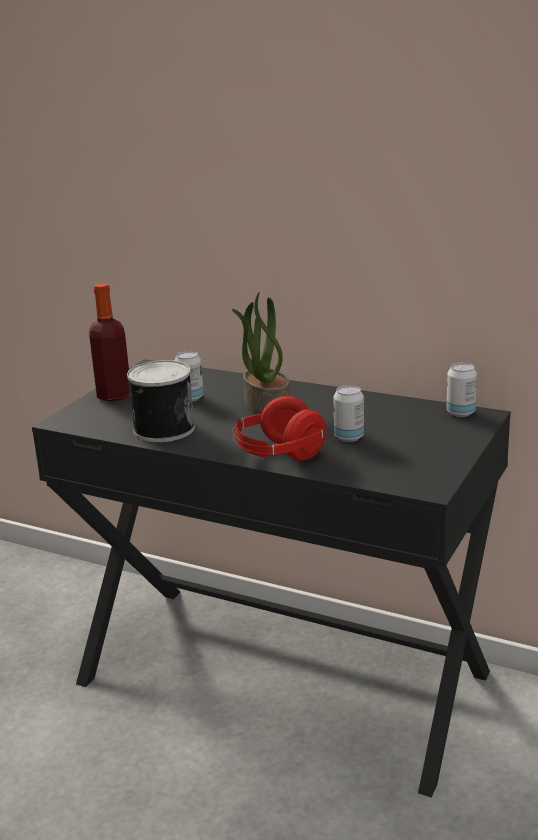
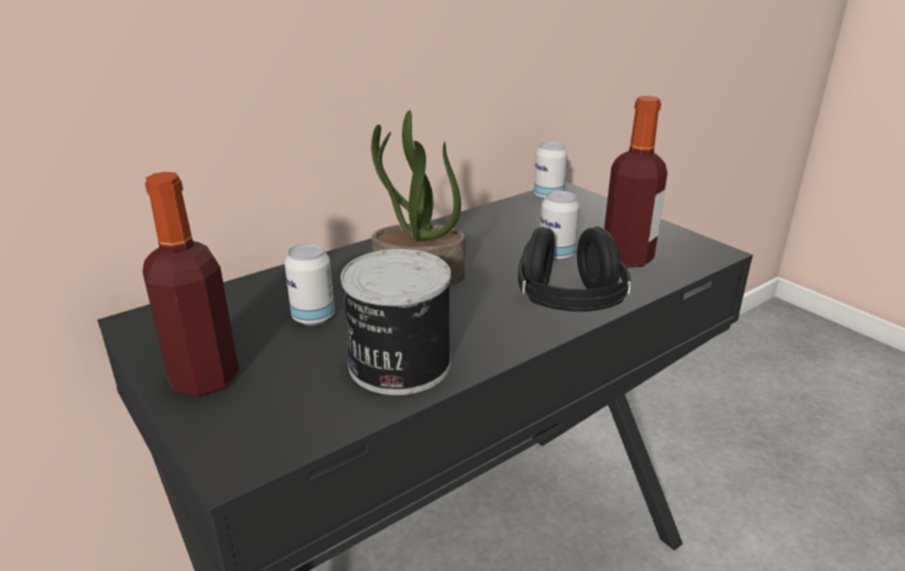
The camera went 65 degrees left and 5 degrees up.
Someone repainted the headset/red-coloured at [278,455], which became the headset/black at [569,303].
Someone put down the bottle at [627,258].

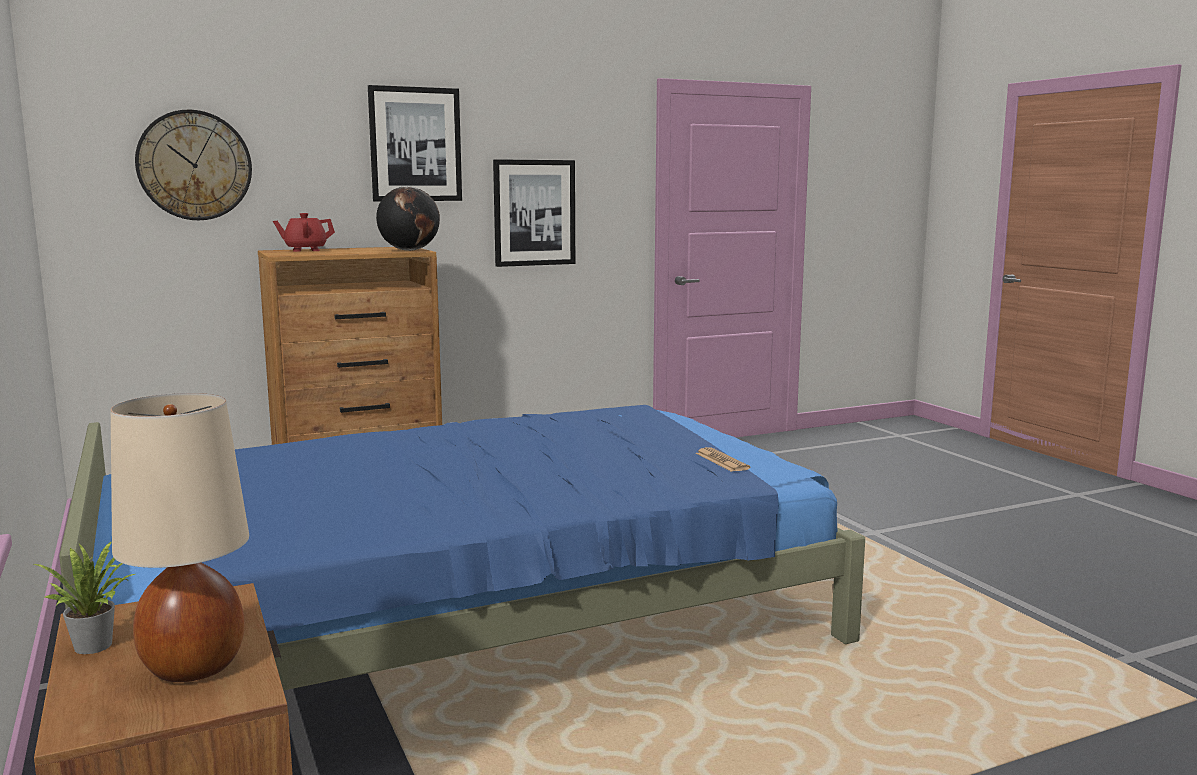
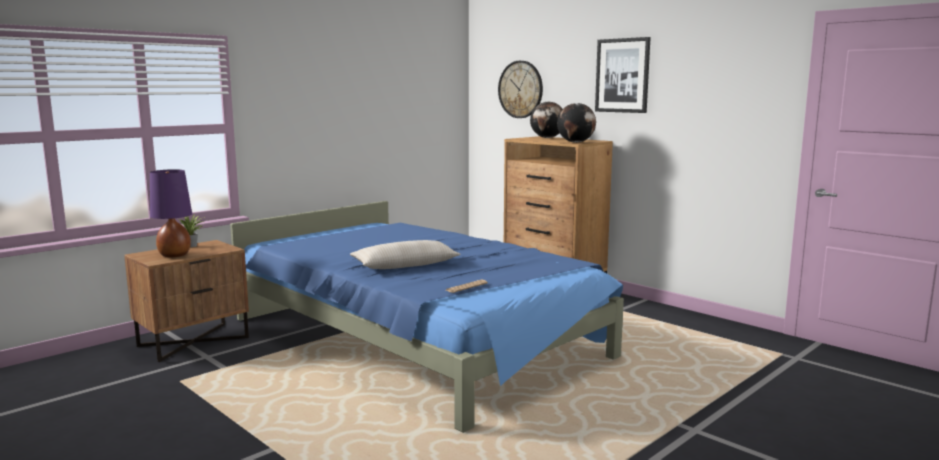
The camera went 70 degrees right and 0 degrees up.
Someone repainted the table lamp/beige-coloured at [194,668], which became the table lamp/purplish at [174,255].
Someone put down the throw pillow/beige-coloured at [405,265].
Someone swapped the teapot/red-coloured at [305,250] for the desk globe at [547,138].
Someone took away the wall art at [534,213].

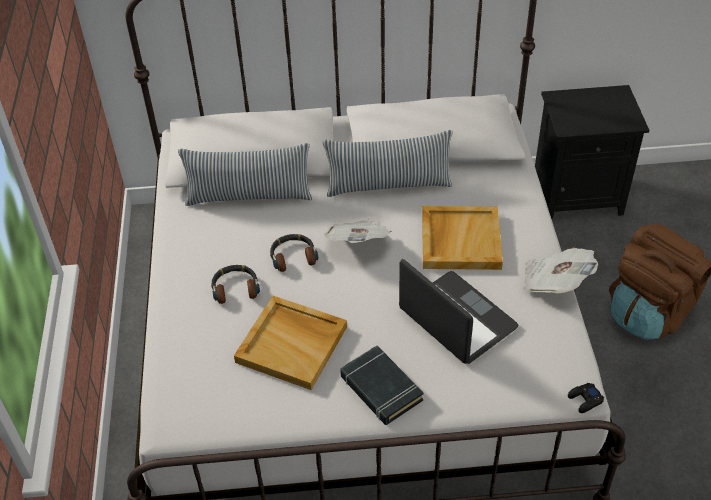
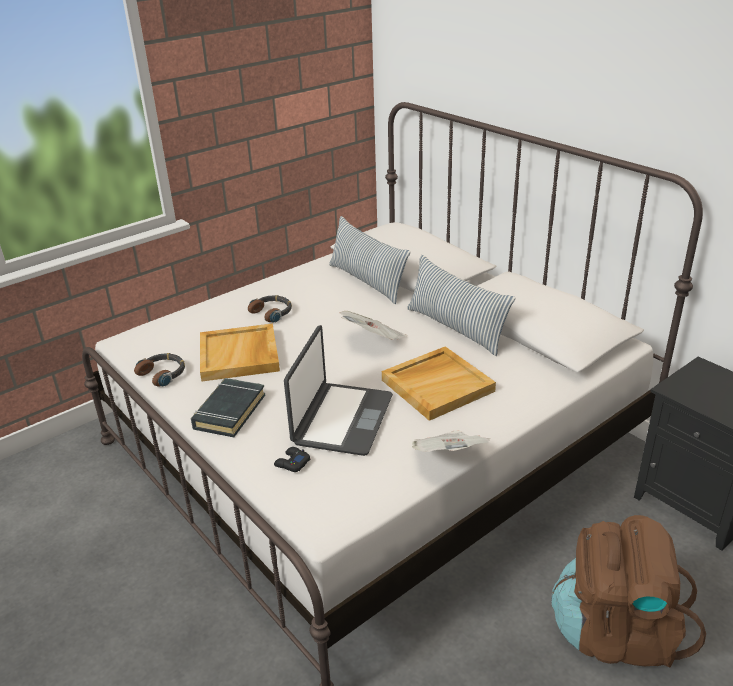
The camera went 55 degrees right and 15 degrees down.
Someone carried the headset from [293,256] to [163,373].
Someone carried the joypad/black from [585,400] to [292,463].

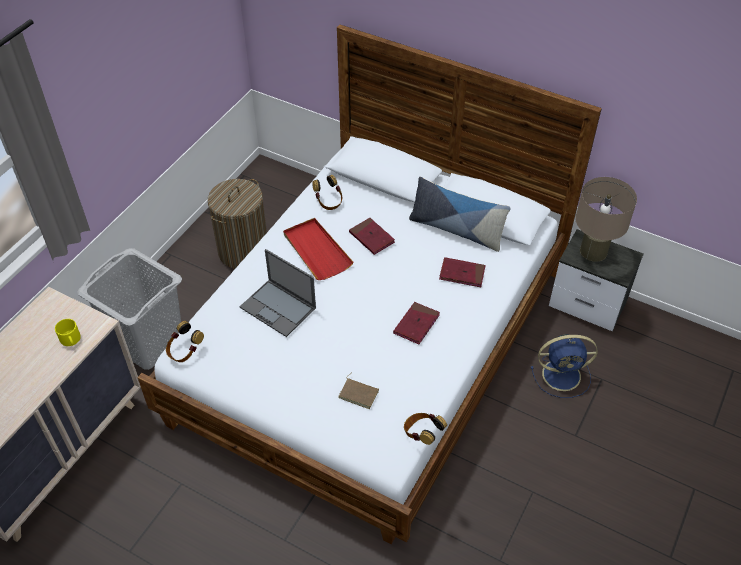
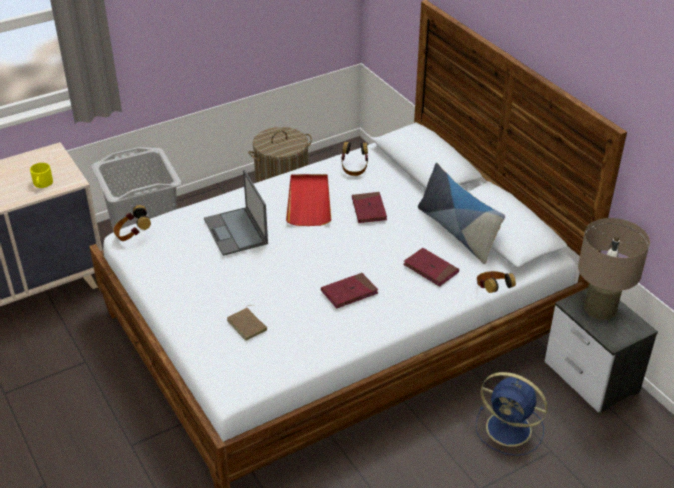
The camera went 30 degrees right and 10 degrees down.
Someone carried the headset from [422,434] to [492,290].

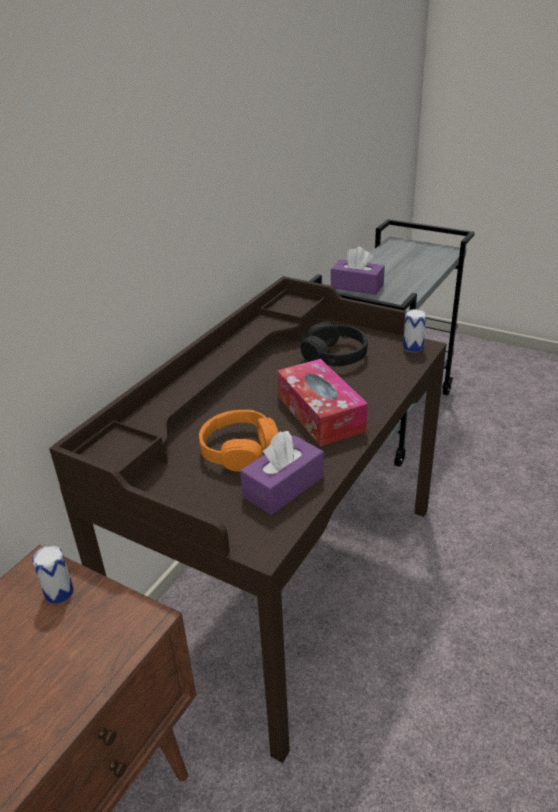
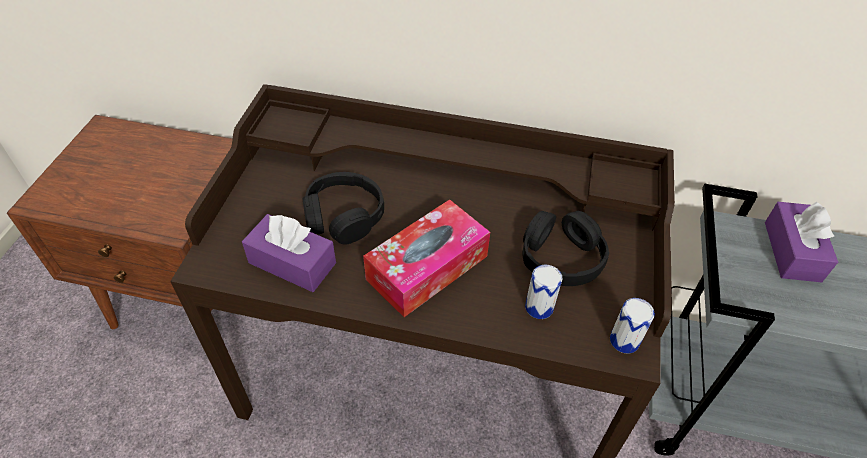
The camera went 70 degrees right and 15 degrees up.
Someone repainted the headset/orange at [240,450], which became the headset/black at [343,216].
Someone carried the sealed can from [59,593] to [539,307].

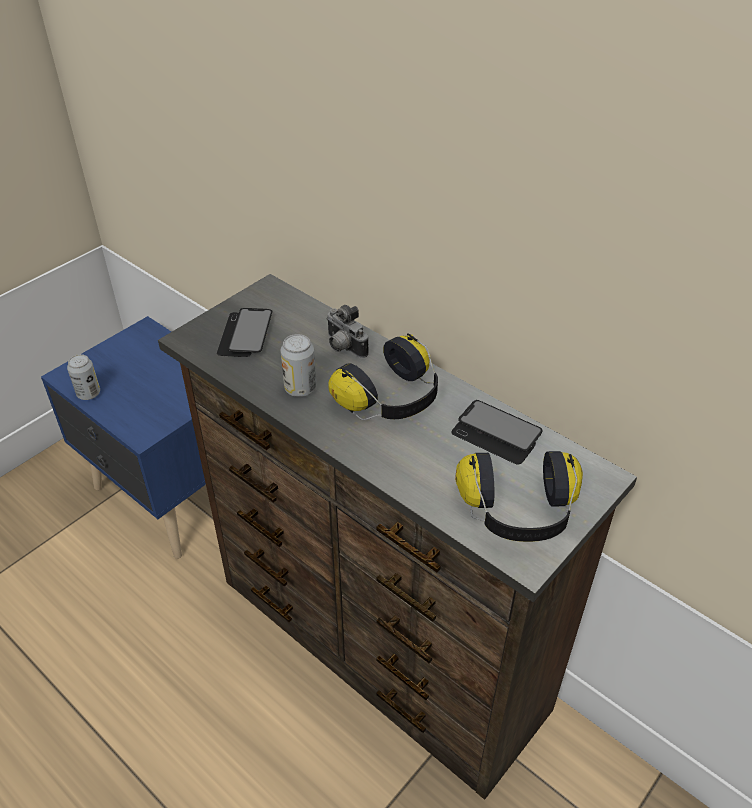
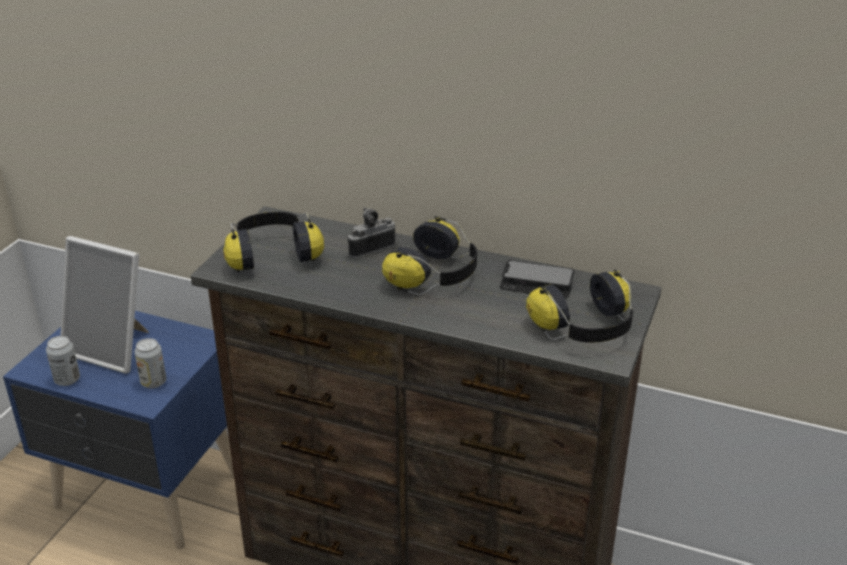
The camera went 20 degrees left and 10 degrees down.
Someone put down the photo frame at [112,348].
Someone carried the sealed can from [300,388] to [153,382].
Someone swapped the handset at [245,334] for the headset at [272,255].
Someone rotated the still camera at [343,347] by 120 degrees clockwise.

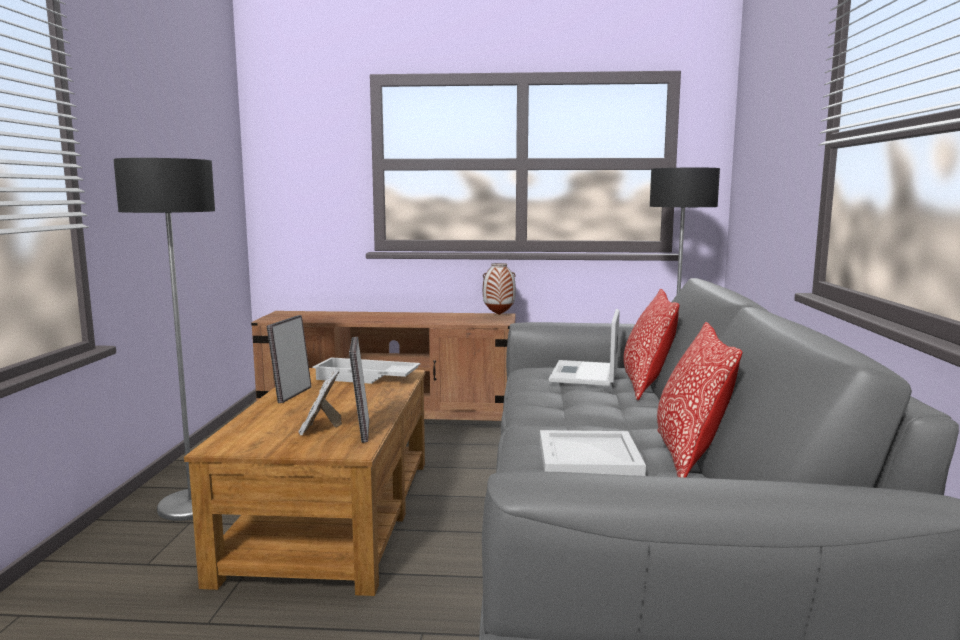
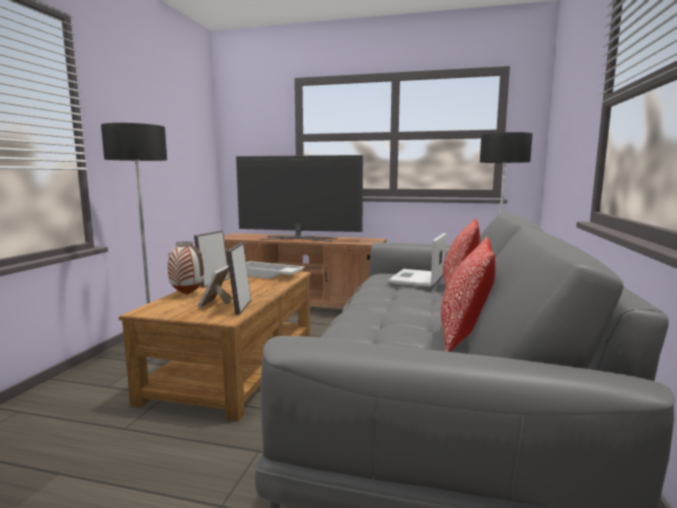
The camera went 10 degrees right and 0 degrees up.
Someone carried the flower vase from [498,314] to [187,294].
Someone put down the TV set at [299,239].
Someone took away the tray/white at [587,460].

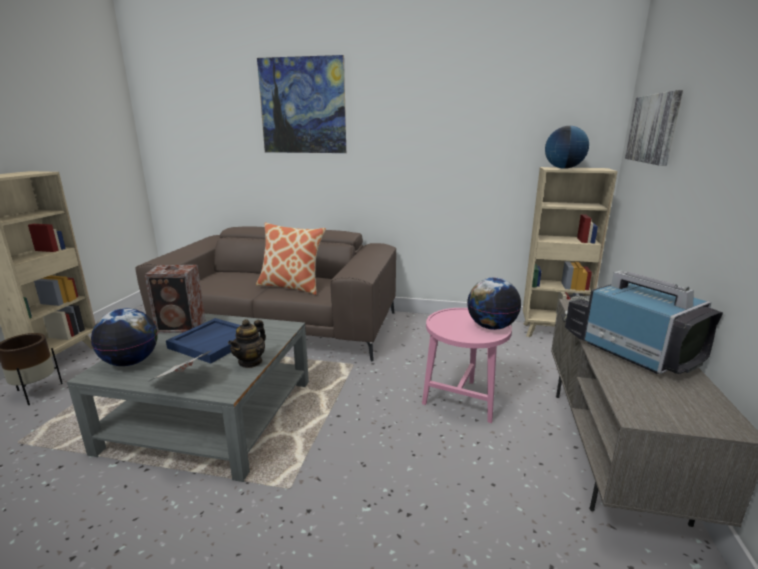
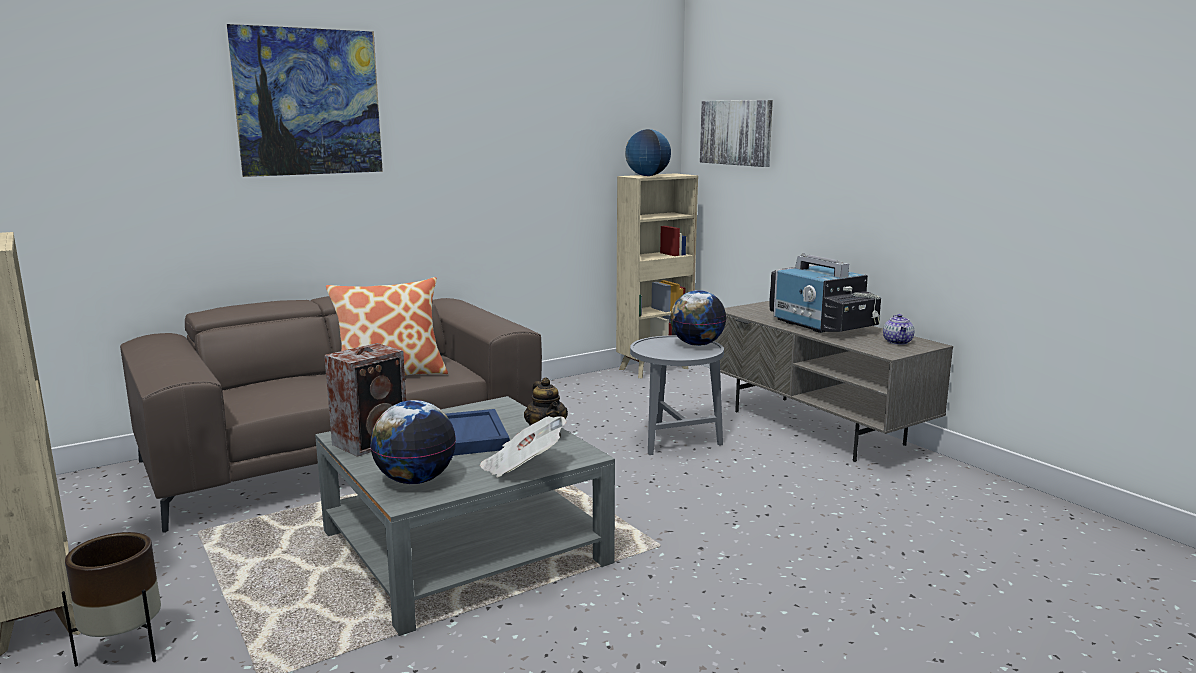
The camera went 45 degrees left and 5 degrees down.
Someone repainted the accent table/pink-coloured at [462,399], which became the accent table/gray at [674,439].
Someone rotated the TV set at [629,350] by 135 degrees counterclockwise.
Someone put down the teapot at [898,342].

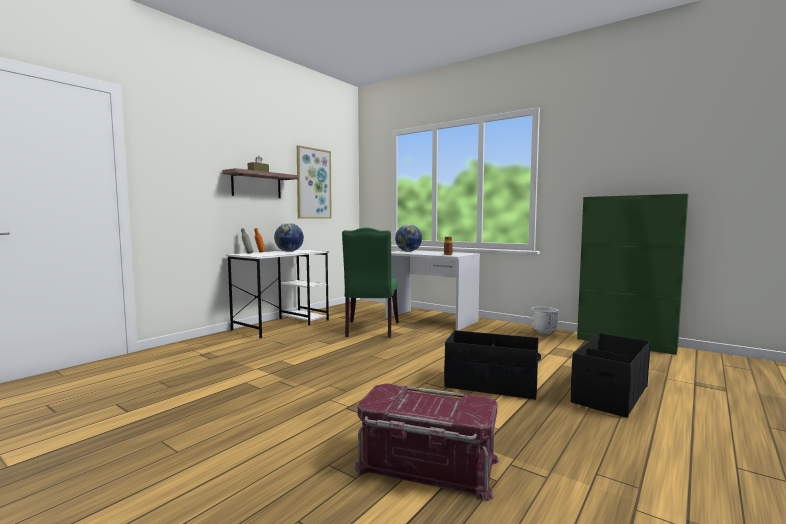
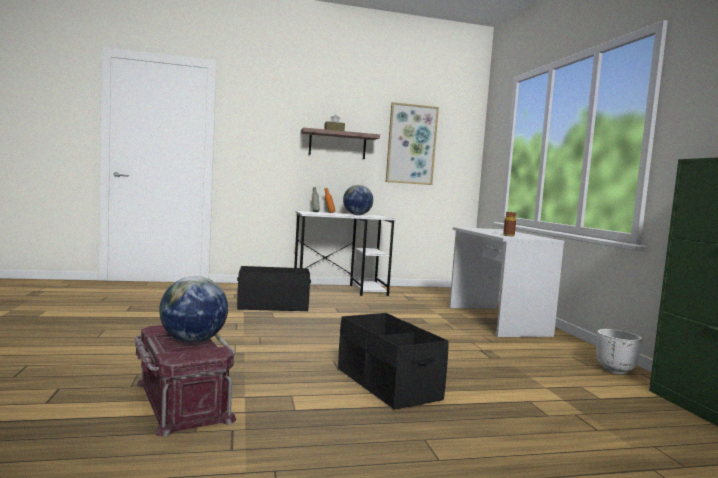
The camera went 40 degrees right and 0 degrees up.
Someone carried the desk globe from [408,251] to [193,341].
Someone carried the storage box/black from [609,394] to [273,306].
Someone took away the plain chair/greenish at [371,330].

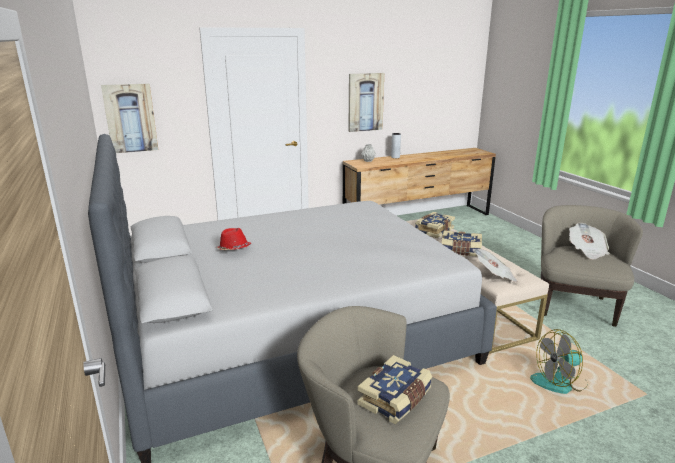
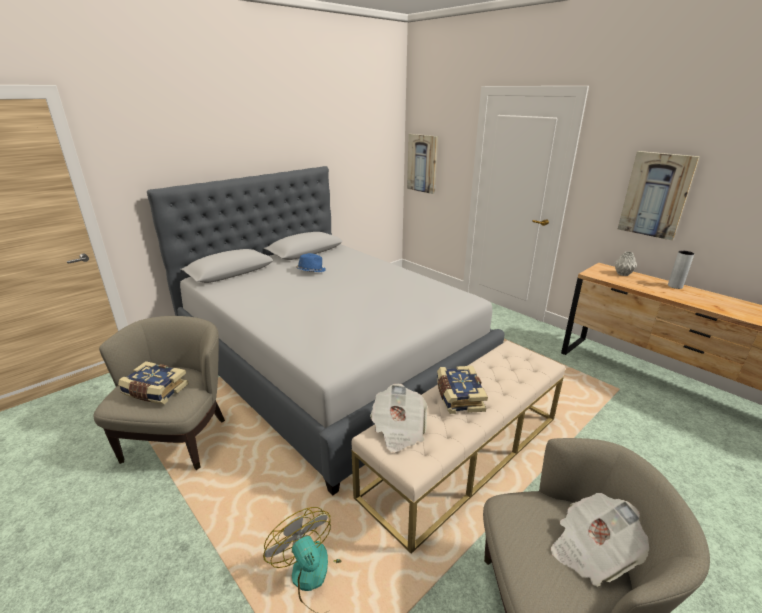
The camera went 70 degrees right and 5 degrees up.
Someone repainted the hat/red-coloured at [234,249], which became the hat/blue-coloured at [311,271].
Someone took away the volume at [433,230].

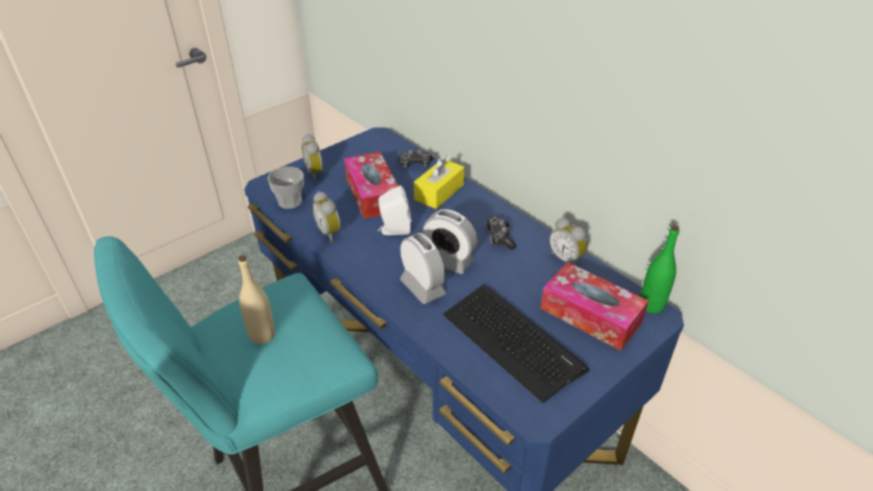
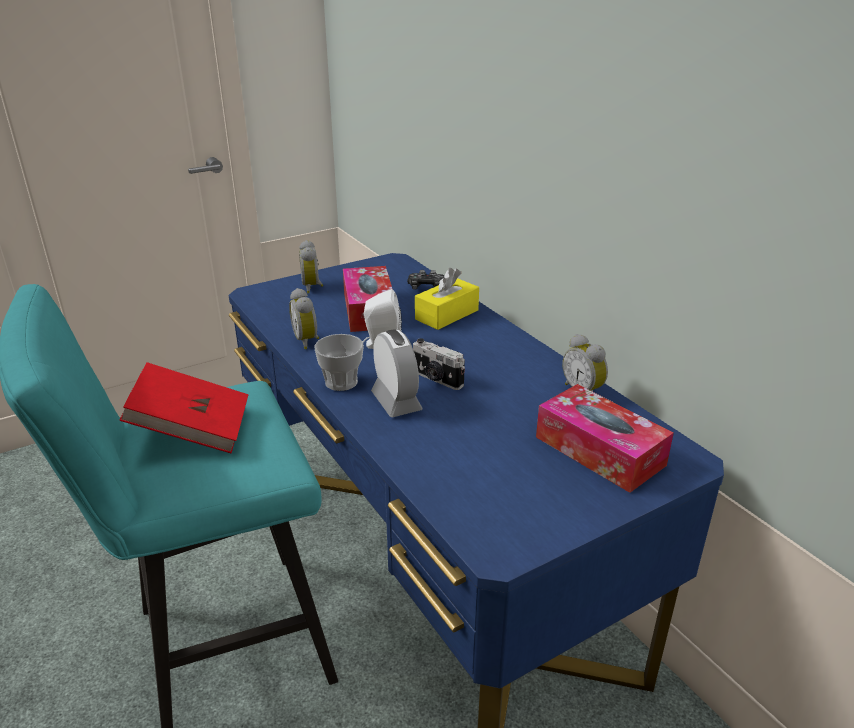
The camera went 10 degrees right and 10 degrees down.
Someone swapped the bottle/beige-coloured at [262,335] for the volume/red-coloured at [193,430].
Someone carried the small cup from [290,201] to [341,382].
Someone swapped the table clock at [449,261] for the still camera at [437,379].
Someone took away the keyboard at [512,341].
Someone took away the joypad at [499,237].
Someone took away the bottle/greenish at [651,305].

